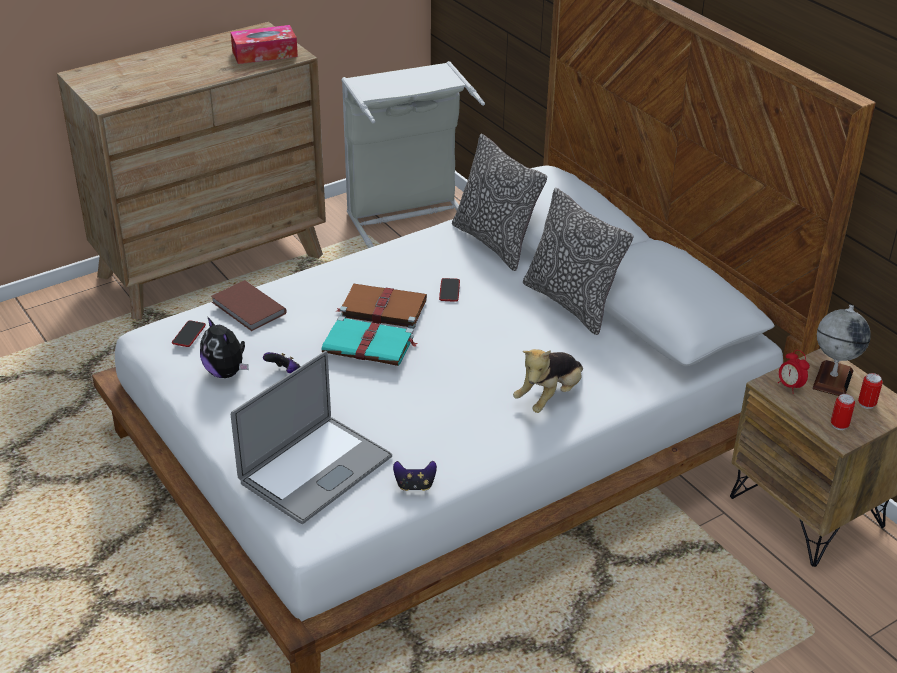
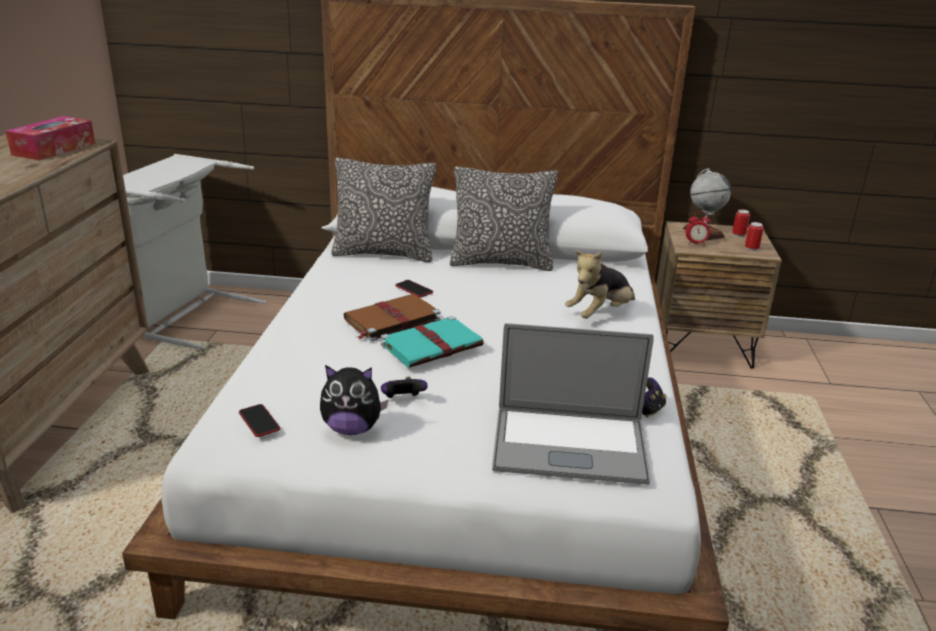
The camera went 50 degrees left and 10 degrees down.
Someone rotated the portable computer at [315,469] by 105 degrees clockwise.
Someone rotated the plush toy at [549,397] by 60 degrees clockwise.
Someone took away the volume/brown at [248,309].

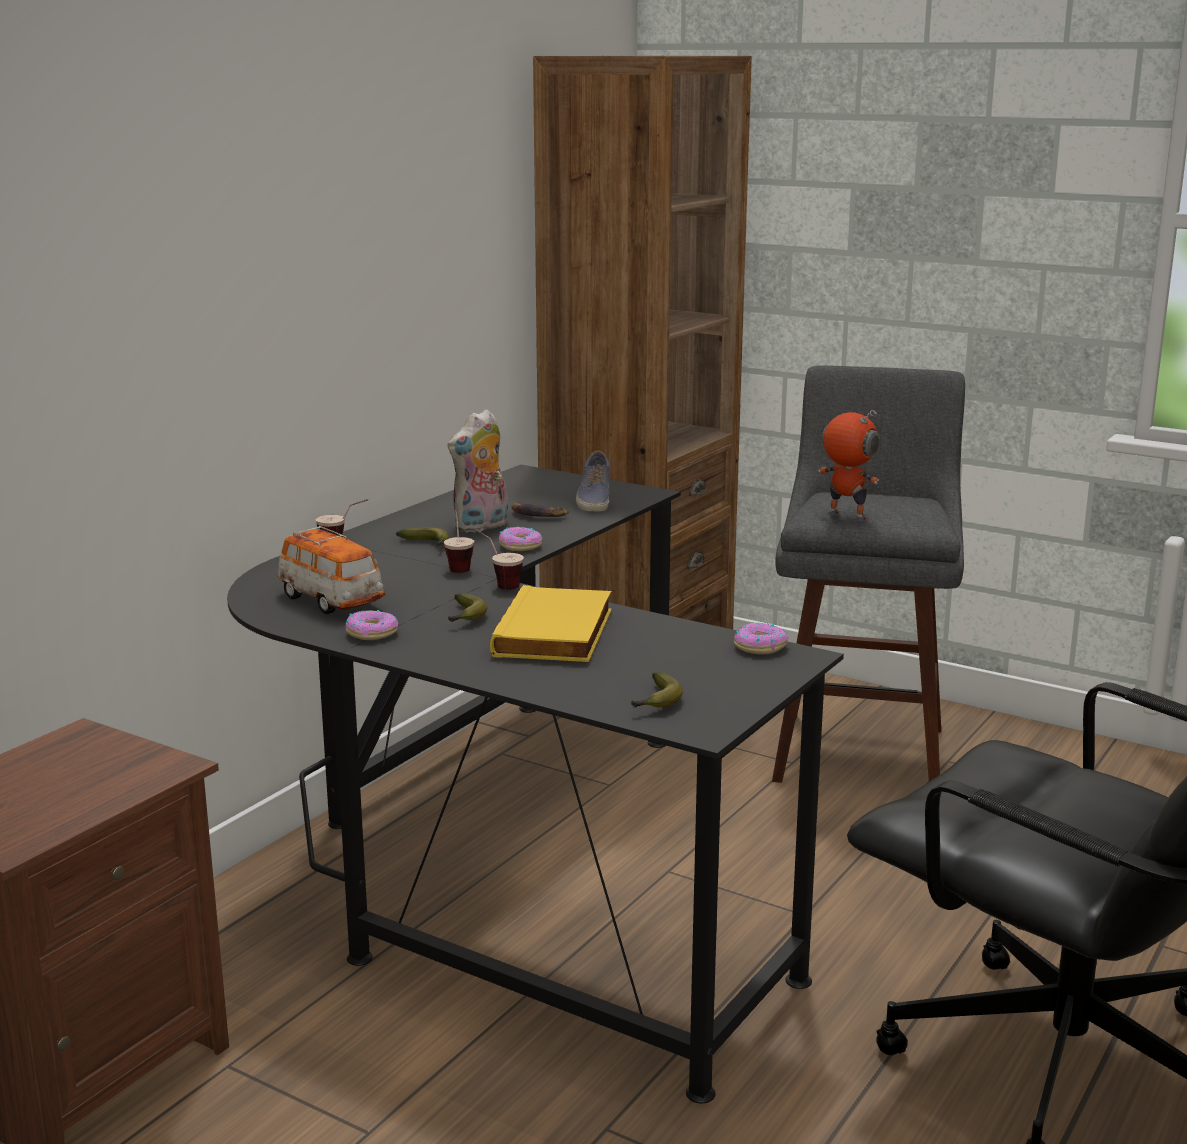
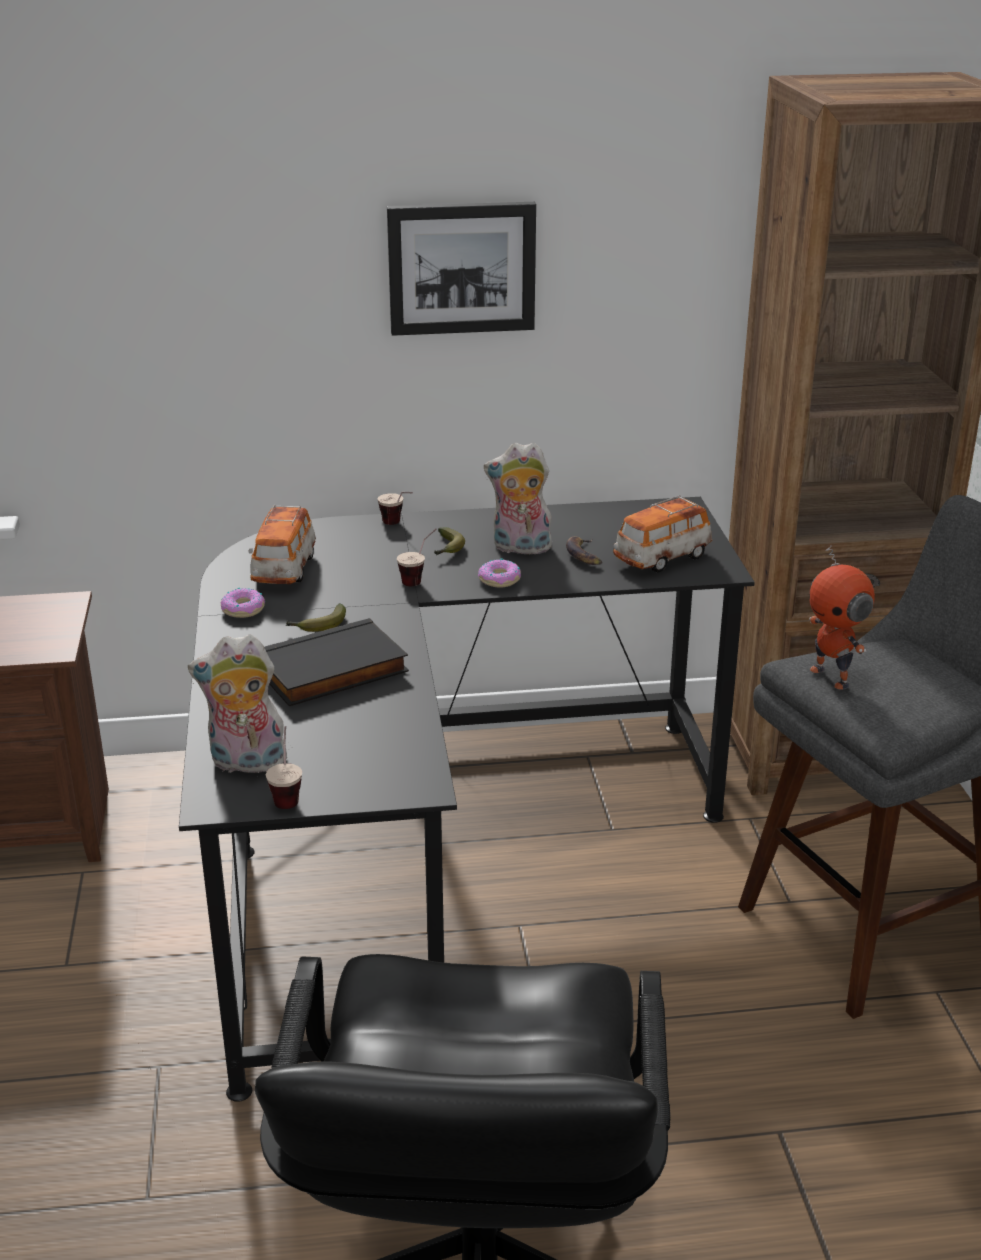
The camera went 50 degrees right and 10 degrees up.
Someone swapped the banana fruit at [656,702] for the plush toy at [246,764].
Someone repainted the volume/yellow at [557,634], which became the volume/black at [331,672].
Someone carried the small cup from [498,584] to [287,794].
Someone put up the wall art at [461,267].
Someone swapped the item of footwear at [593,499] for the model car at [661,559].
Someone rotated the toy robot at [845,516] by 150 degrees clockwise.
Someone took away the ring doughnut at [759,646].

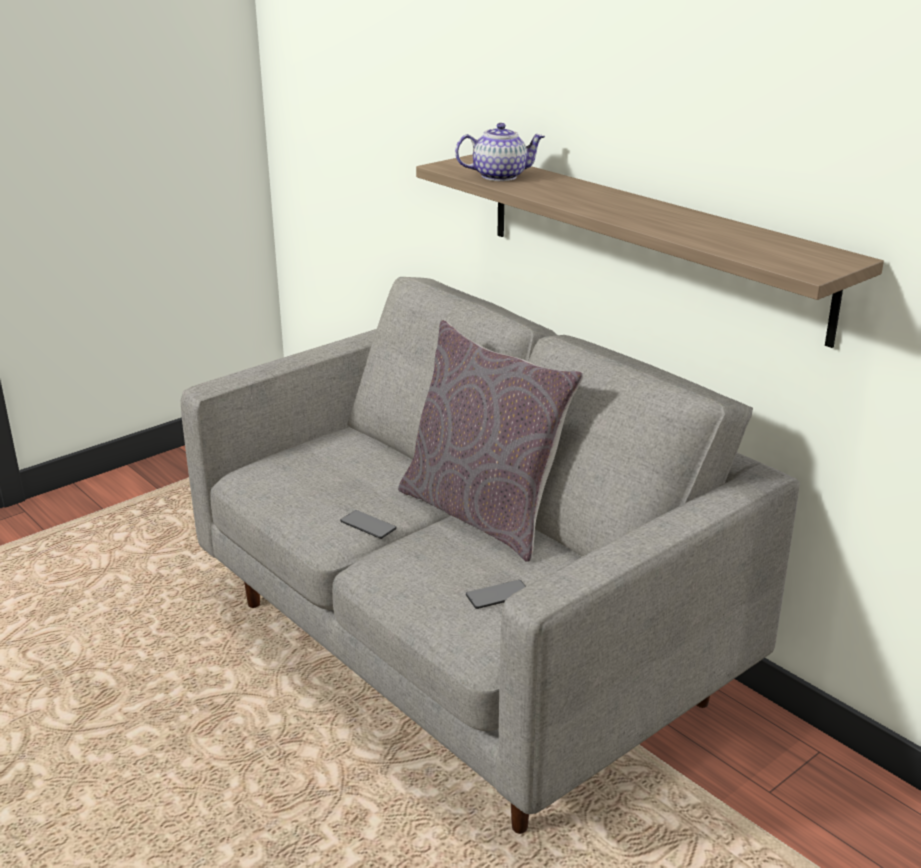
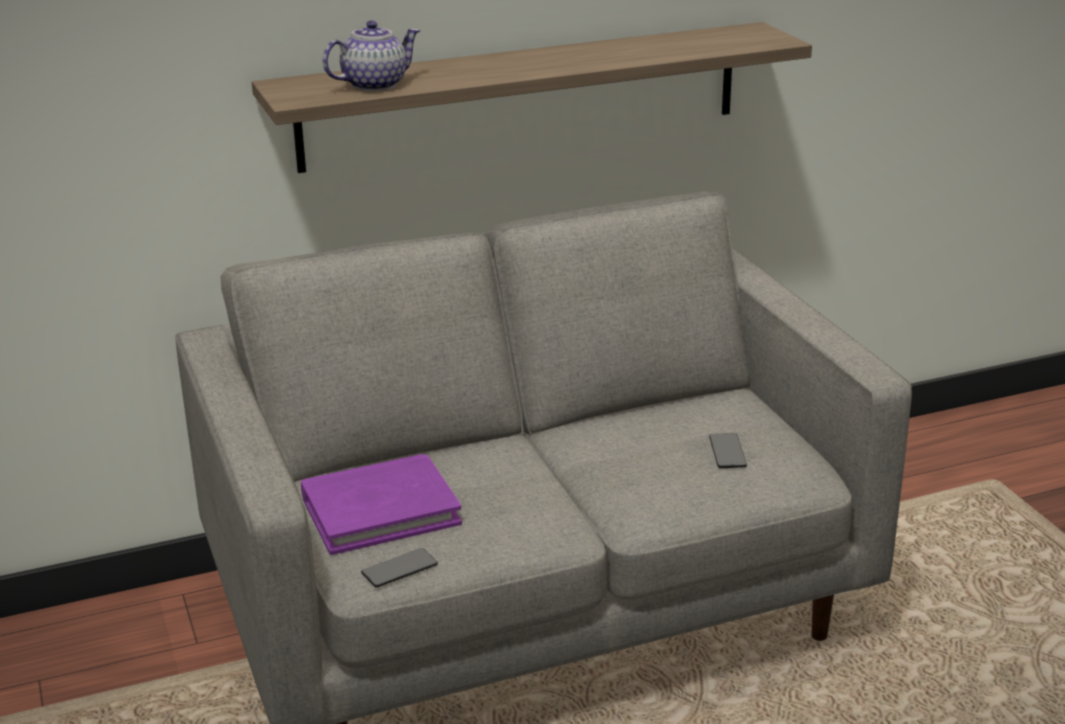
The camera went 70 degrees left and 0 degrees up.
Someone put down the volume/purplish at [380,510].
Someone rotated the teapot at [500,176] by 45 degrees clockwise.
Someone carried the handset from [368,525] to [399,569].
Someone took away the throw pillow/gray at [483,513].

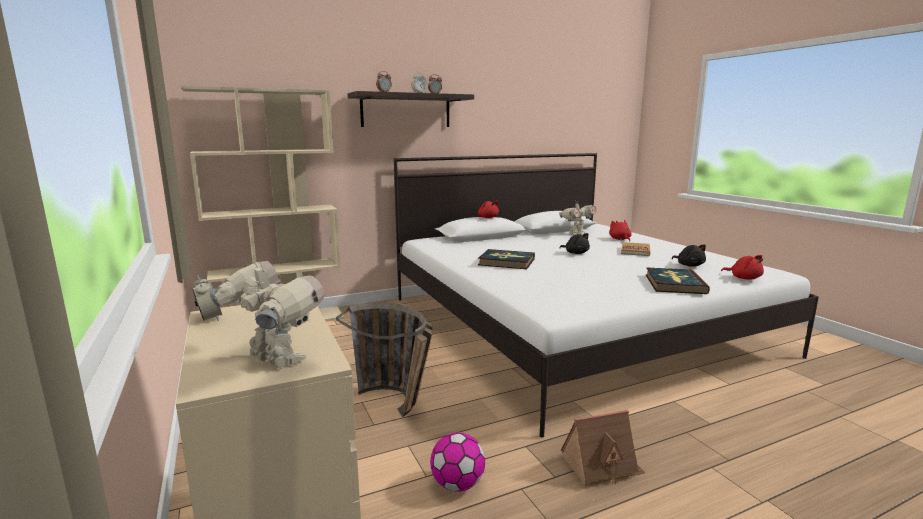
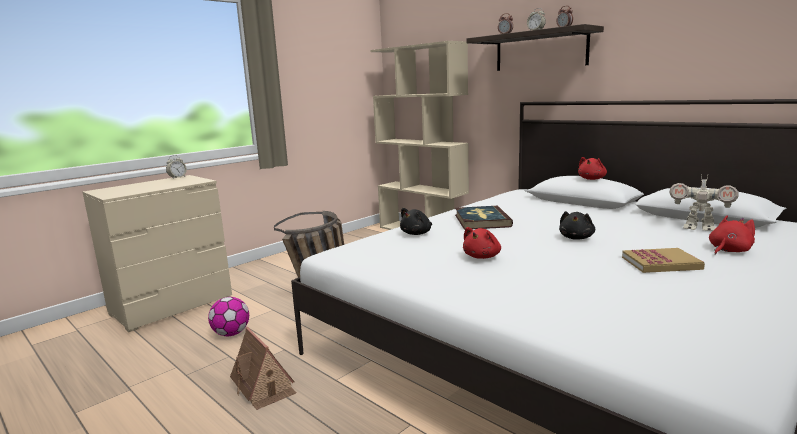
The camera went 70 degrees right and 0 degrees up.
Someone carried the plush toy/black from [689,265] to [417,233].
Someone carried the plush toy/red-coloured from [744,278] to [482,256].
Someone took away the toy robot at [274,360].
Someone took away the volume at [674,284].

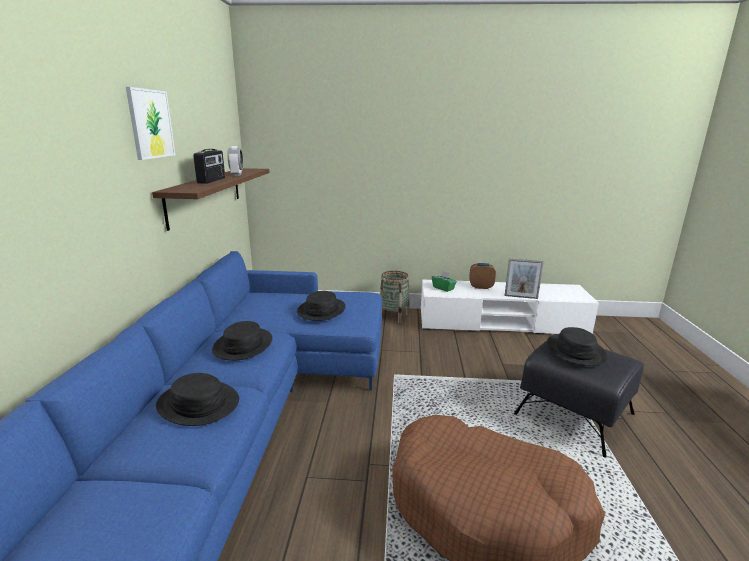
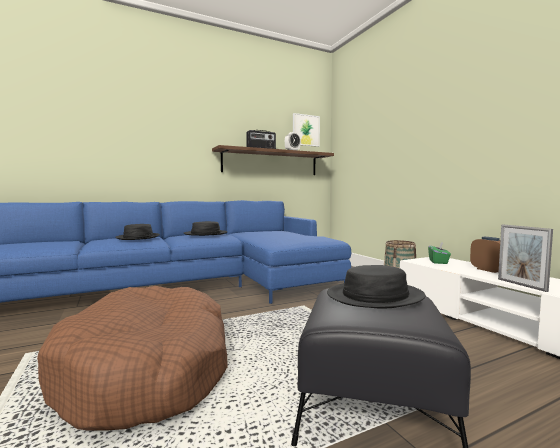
The camera went 60 degrees right and 15 degrees down.
Someone carried the wall art from [150,124] to [305,130].
Someone took away the hat/black at [321,310].

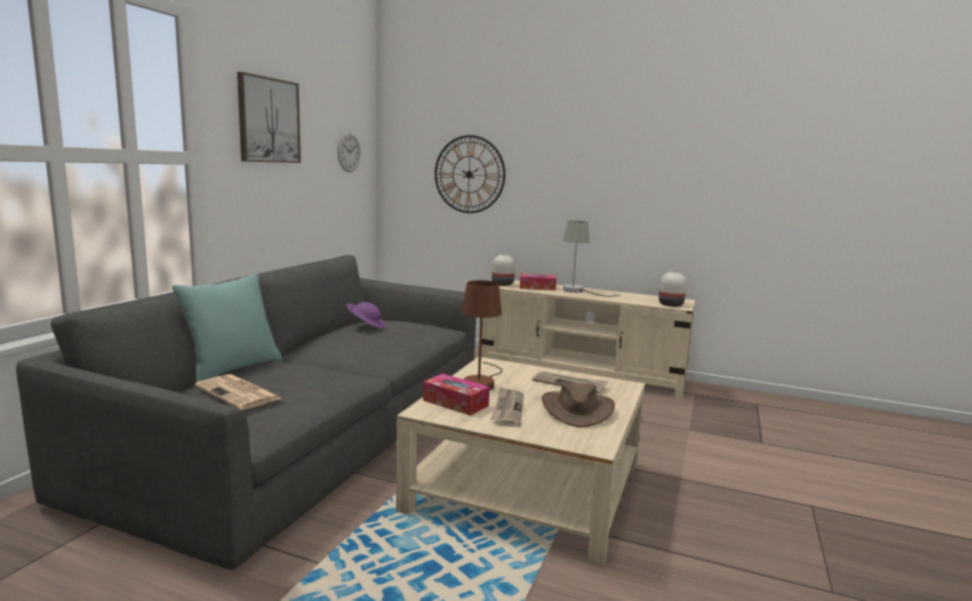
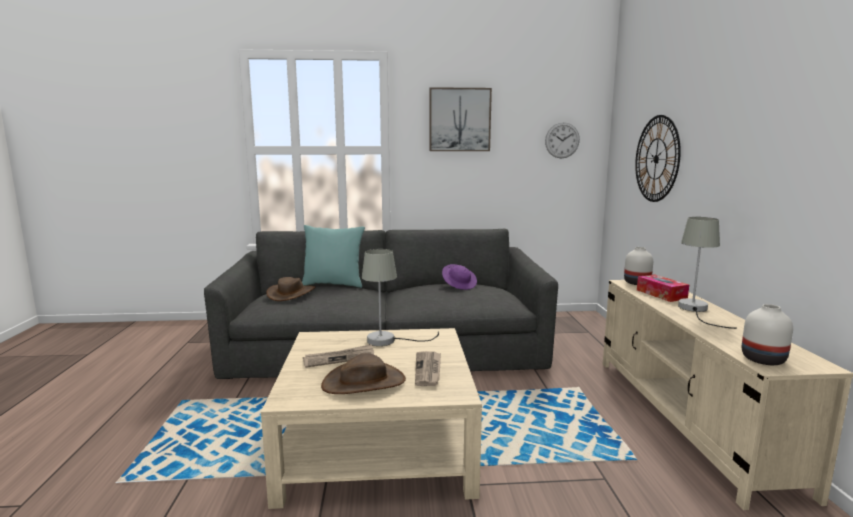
The camera went 65 degrees right and 0 degrees up.
Someone swapped the daily paper at [239,393] for the hat/brown at [291,293].
Someone repainted the table lamp/brown at [482,382], which became the table lamp/gray at [389,340].
Someone took away the tissue box at [455,403].

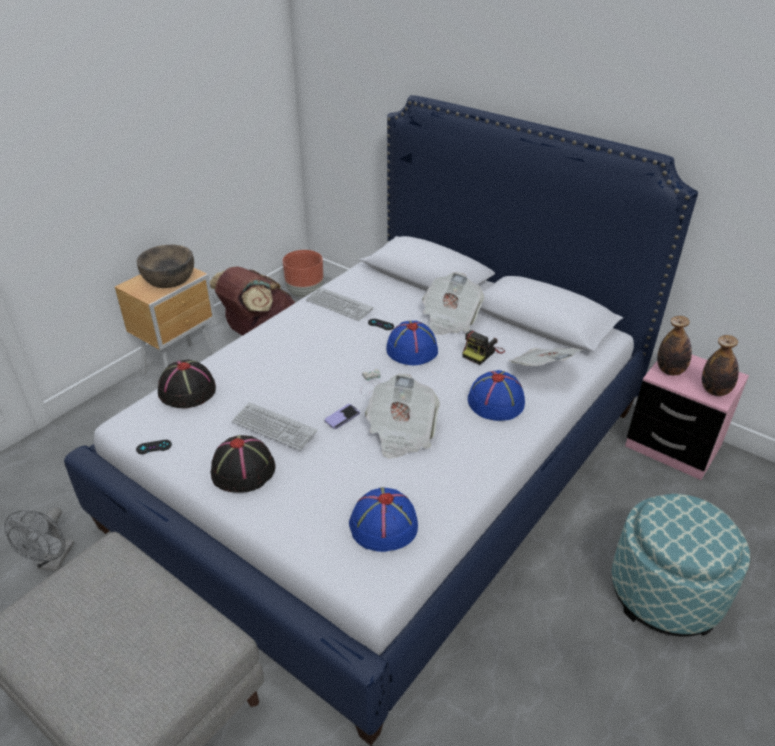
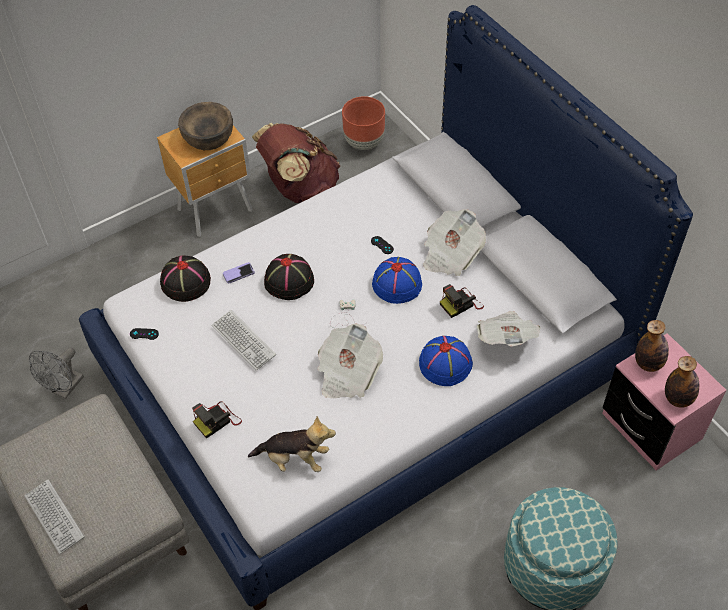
The camera went 20 degrees right and 15 degrees up.
Someone carried the keyboard from [339,305] to [54,517].
Someone put down the still camera at [217,420].
Someone carried the handset from [342,417] to [238,273].
Someone swapped the hat/blue-coloured at [383,525] for the plush toy at [295,459].
Someone carried the hat/black from [243,470] to [289,281].

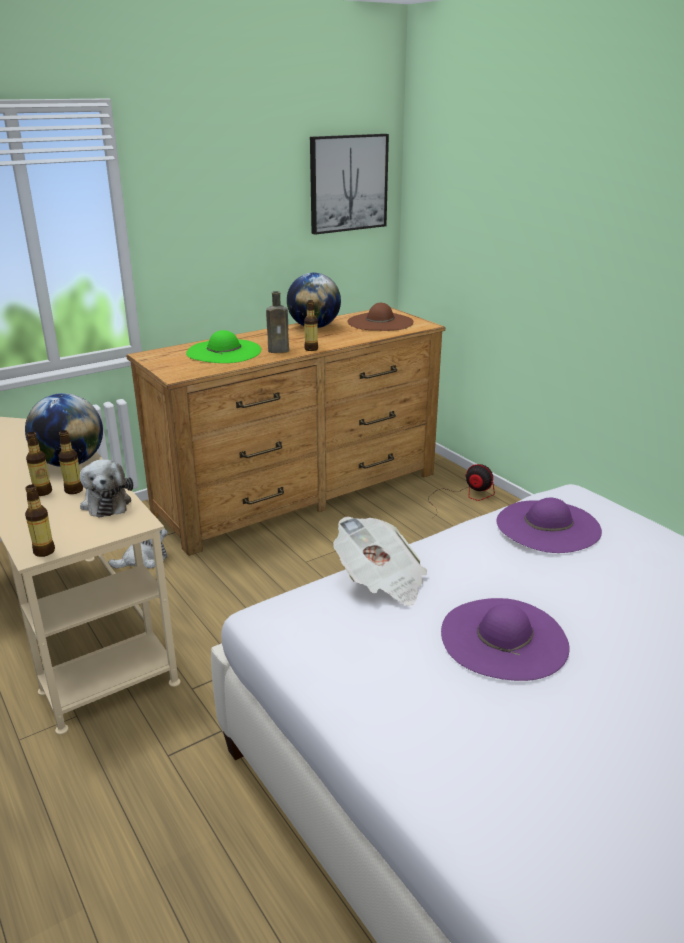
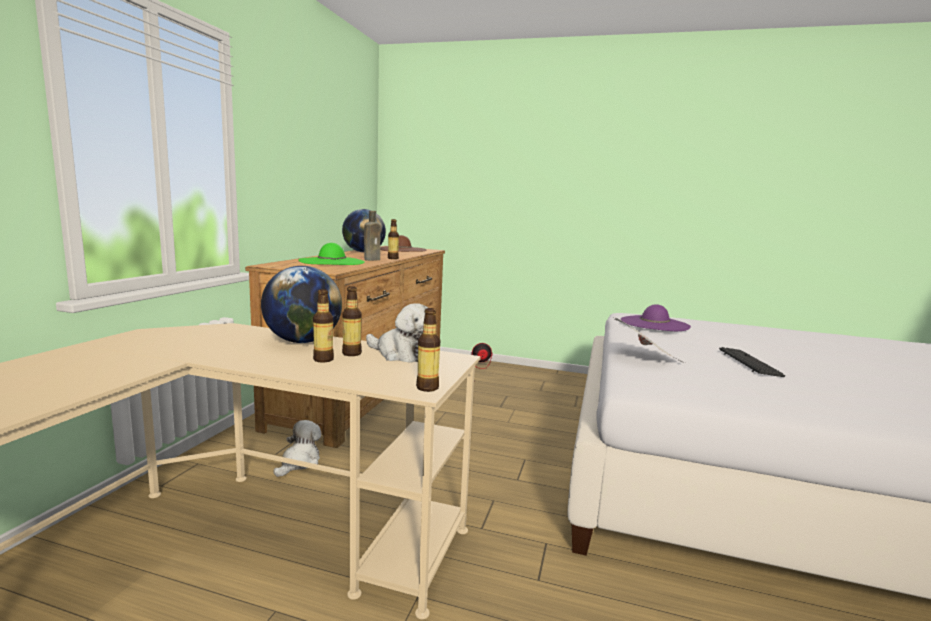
The camera went 40 degrees left and 15 degrees down.
Someone swapped the hat/purplish at [503,638] for the keyboard at [749,363].
Someone took away the wall art at [348,183].

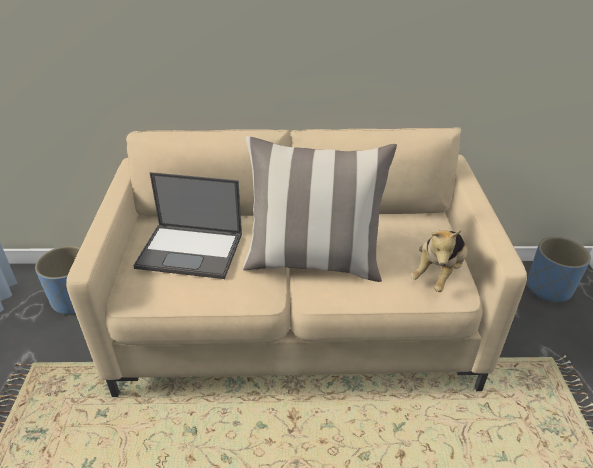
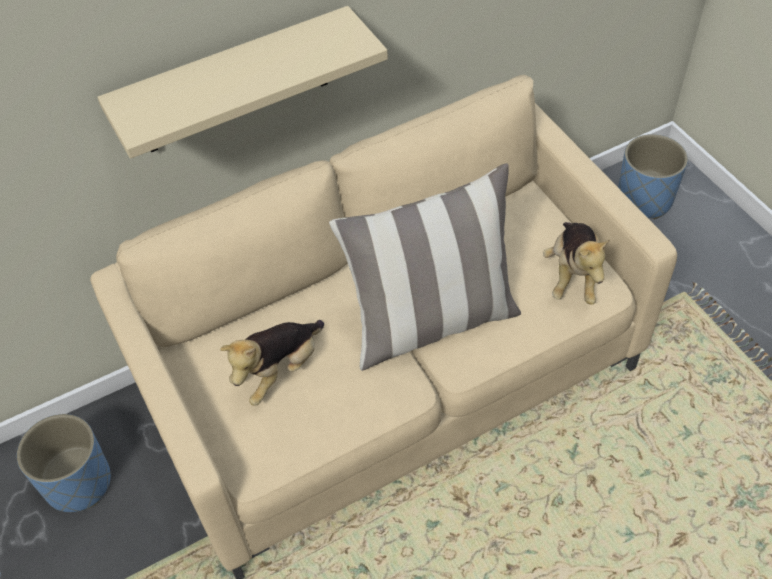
The camera went 25 degrees left and 15 degrees up.
Someone put up the shelf/beige-coloured at [234,83].
Someone swapped the portable computer at [192,250] for the plush toy at [279,371].

